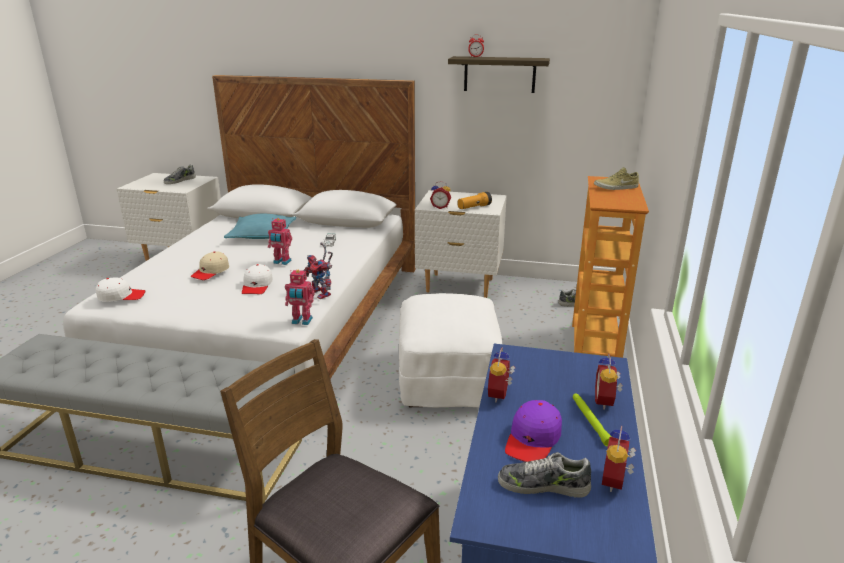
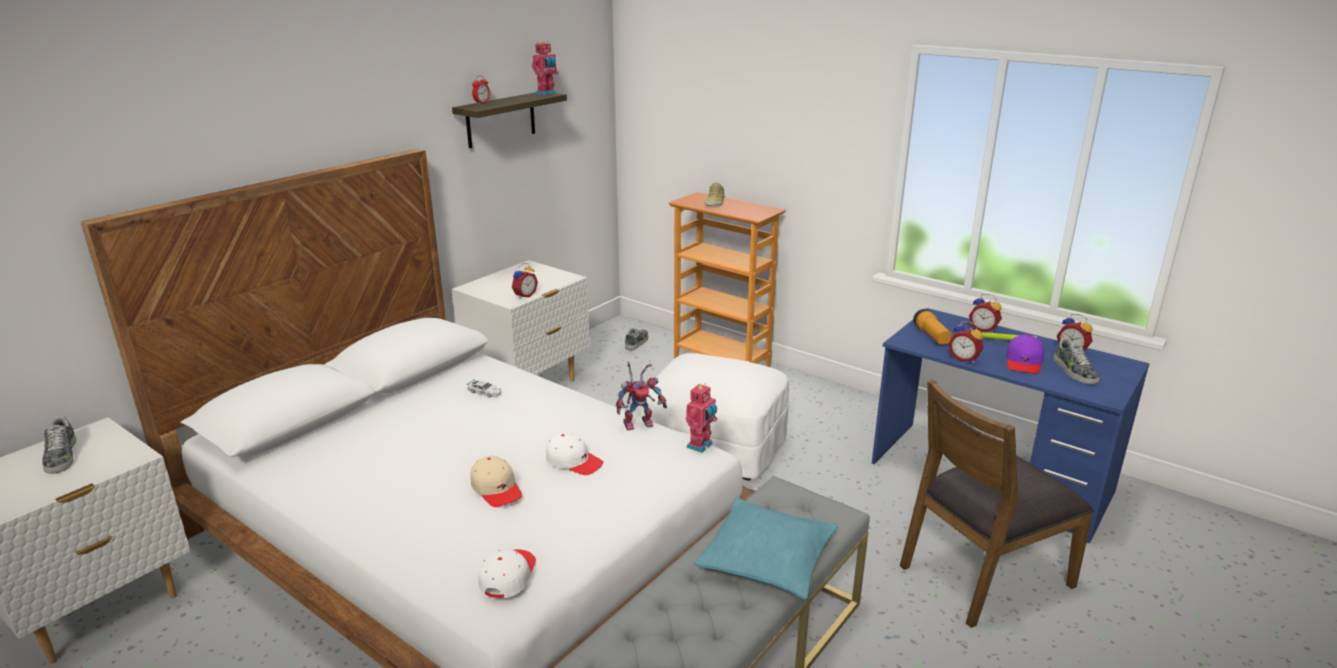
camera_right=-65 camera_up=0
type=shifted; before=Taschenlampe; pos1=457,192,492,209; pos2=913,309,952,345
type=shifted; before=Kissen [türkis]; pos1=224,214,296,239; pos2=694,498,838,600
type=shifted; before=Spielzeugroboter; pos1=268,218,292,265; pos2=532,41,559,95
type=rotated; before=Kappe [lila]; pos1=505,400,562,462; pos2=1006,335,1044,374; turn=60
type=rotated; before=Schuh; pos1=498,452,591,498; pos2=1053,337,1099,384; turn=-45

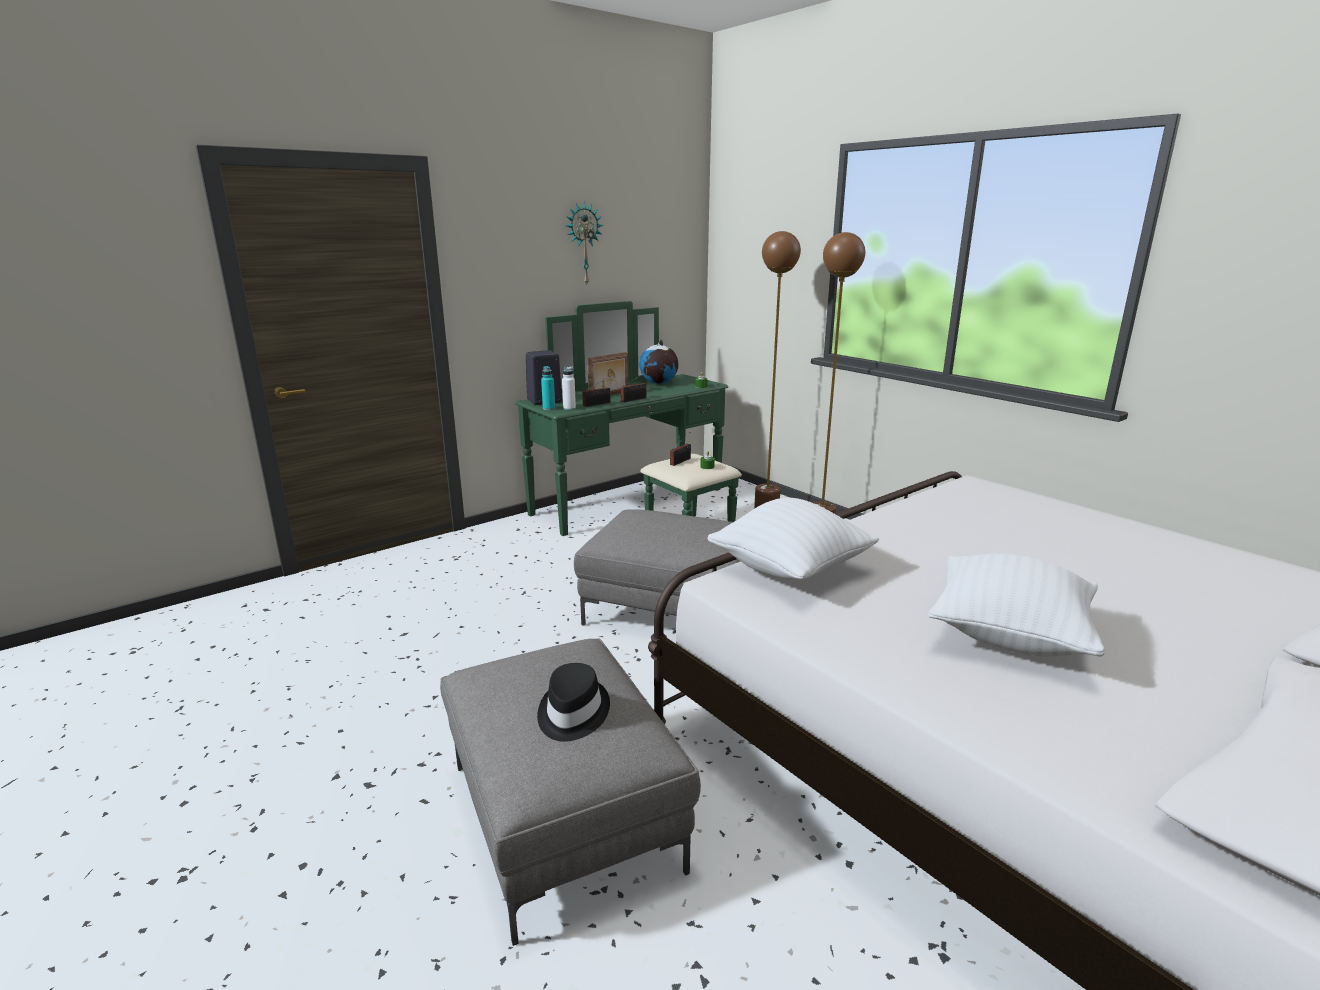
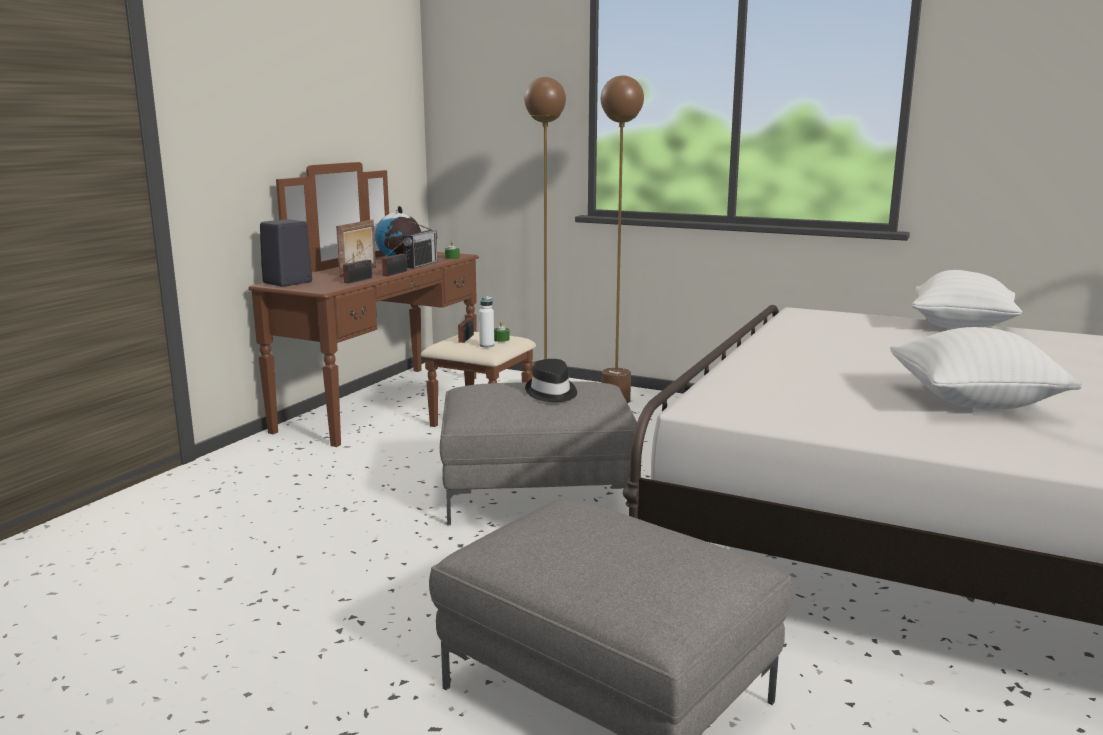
camera_right=-25 camera_up=-5
type=gone; before=Wanduhr; pos1=566,202,603,286
type=repainted; before=Kommode [grün]; after=Kommode [braun]; pos1=515,301,742,536; pos2=248,162,536,447
type=gone; before=Flasche [türkis]; pos1=541,366,555,410
type=shifted; before=Flasche [weiß]; pos1=562,367,576,410; pos2=479,296,494,347
type=shifted; before=Kissen [weiß]; pos1=707,498,879,581; pos2=912,270,1022,329
type=shifted; before=Hut [schwarz]; pos1=537,663,610,742; pos2=525,359,577,402
type=new; after=Radio; pos2=403,221,438,268

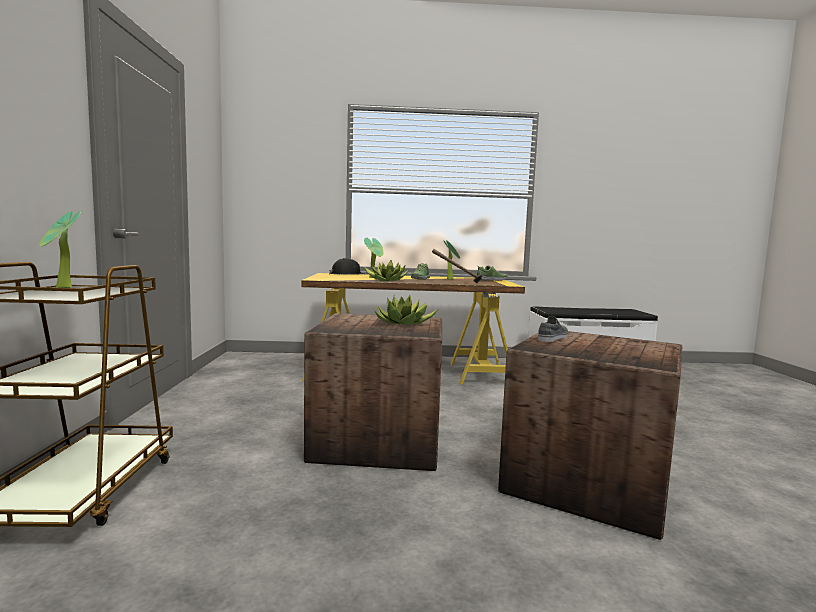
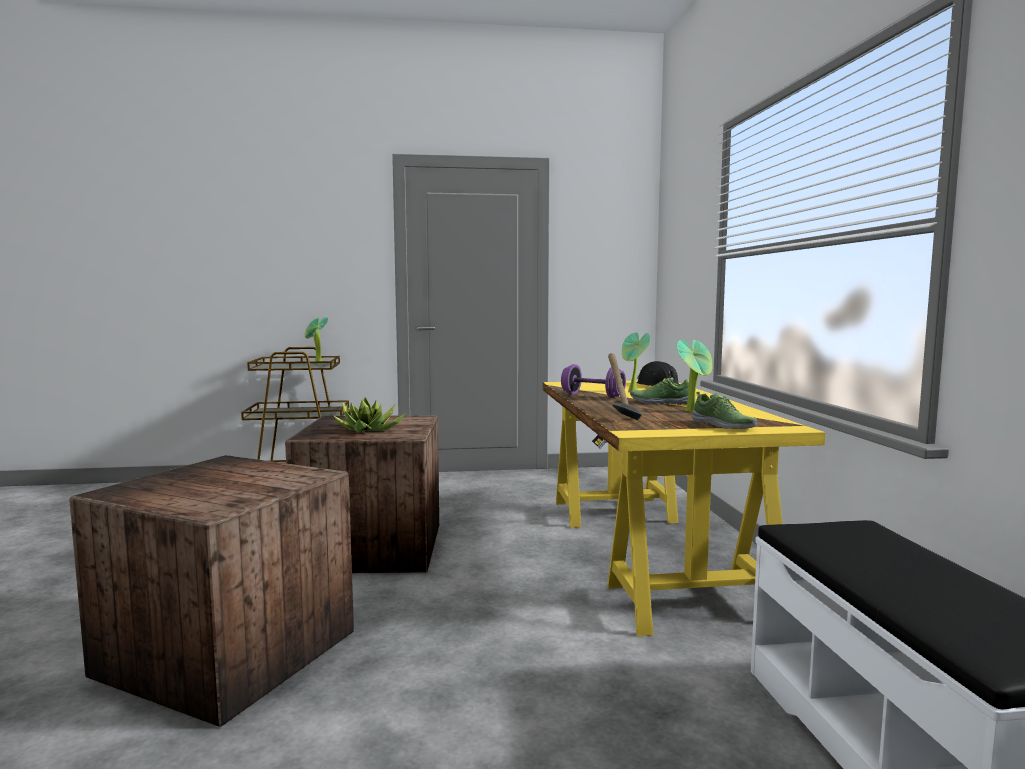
camera_right=85 camera_up=0
type=swapped; before=Topfpflanze; after=Hantel [lila]; pos1=364,260,408,281; pos2=561,364,626,398
type=gone; before=Schuh [grau]; pos1=538,316,568,342

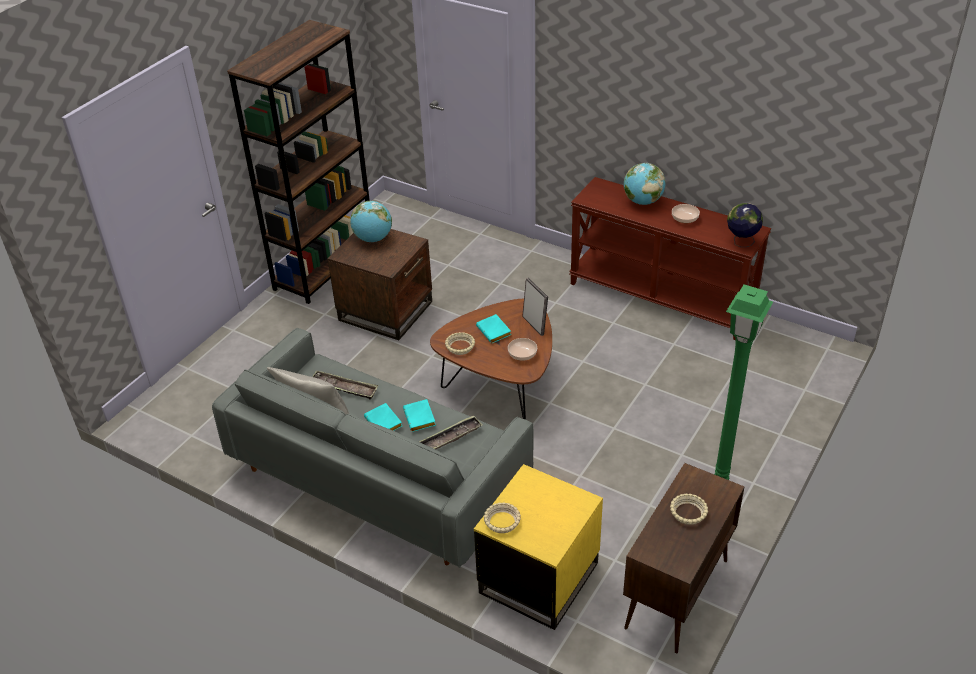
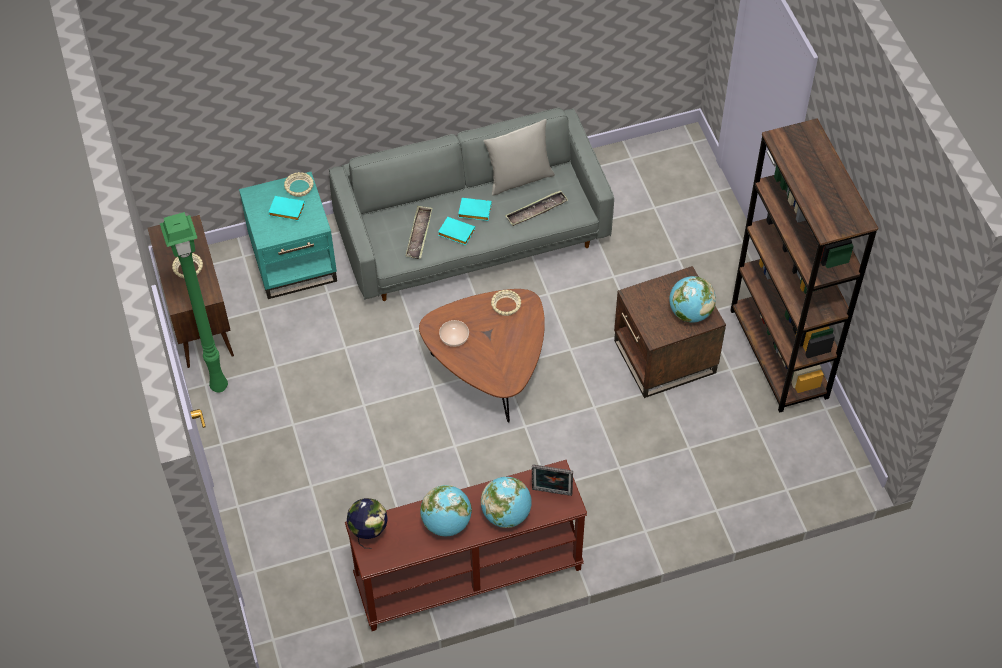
camera_right=130 camera_up=15
type=swapped; before=Schüssel; after=Globus; pos1=672,204,700,224; pos2=420,485,472,536
type=shifted; before=Bilderrahmen; pos1=522,278,548,336; pos2=532,464,573,496
type=shifted; before=Buch [türkis]; pos1=476,314,511,343; pos2=268,196,305,221
type=repainted; before=Beistelltisch [gelb]; after=Beistelltisch [türkis]; pos1=474,464,603,630; pos2=239,172,337,299

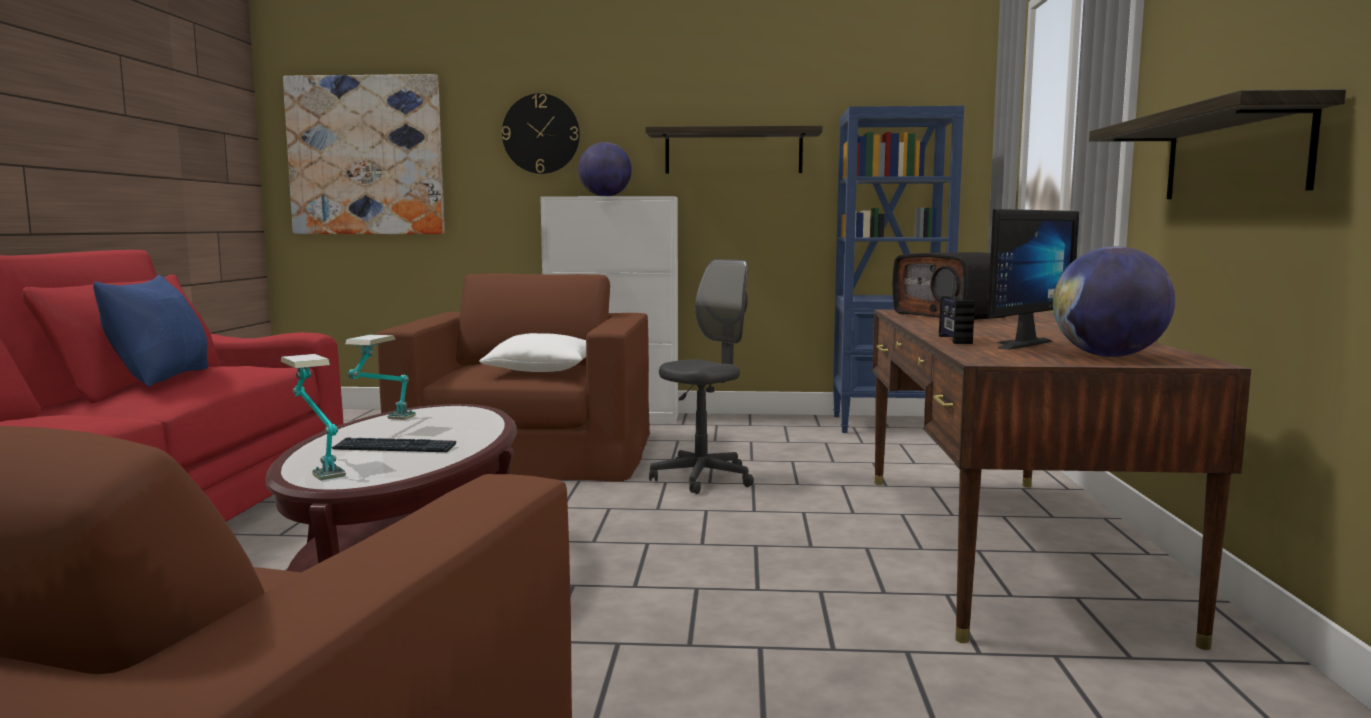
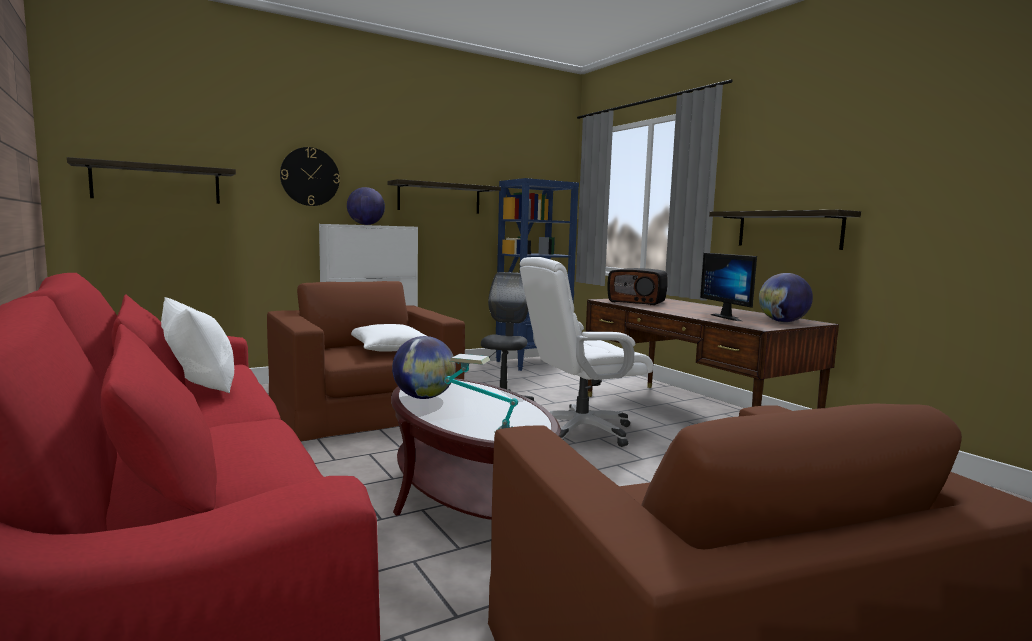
camera_right=-35 camera_up=0
type=swapped; before=Bild; after=Wandregal; pos1=283,74,444,234; pos2=67,157,236,204
type=rotated; before=Monitor; pos1=988,209,1079,350; pos2=700,252,757,321; turn=150
type=repainted; before=Kissen [blau]; after=Kissen [weiß]; pos1=93,275,208,387; pos2=161,297,234,393
type=gone; before=Radio; pos1=939,275,975,344
type=swapped; before=Tischlampe; after=Globus; pos1=345,335,416,420; pos2=392,336,456,399
type=gone; before=Tastatur; pos1=332,438,456,452
type=new; after=Bürostuhl [weiß]; pos2=520,257,653,447

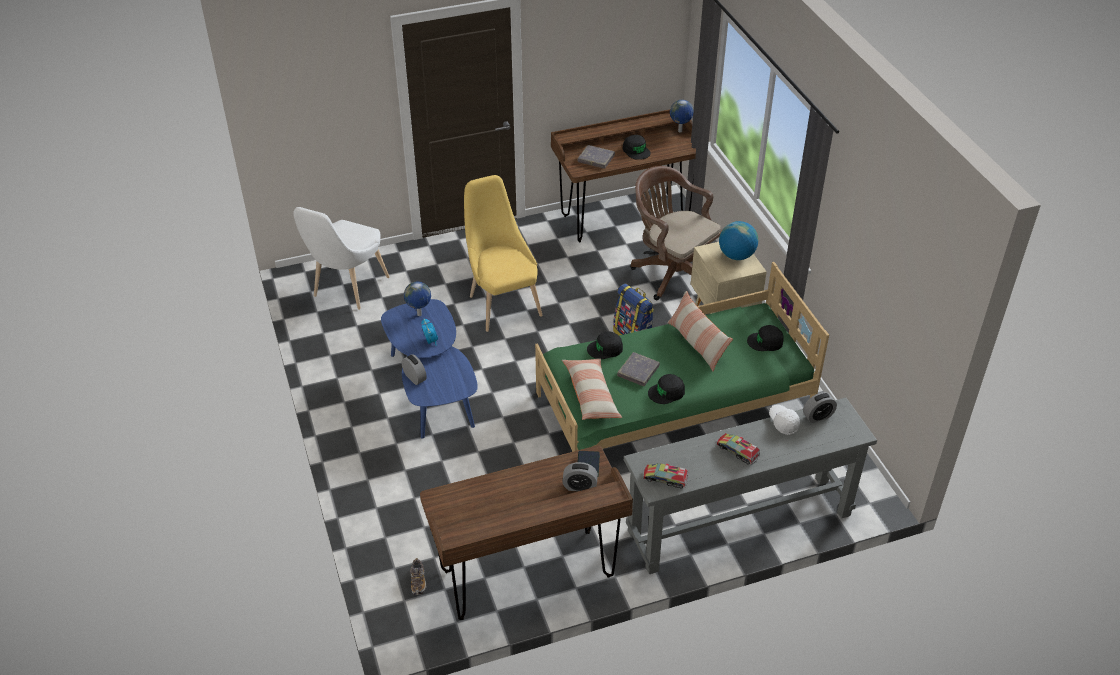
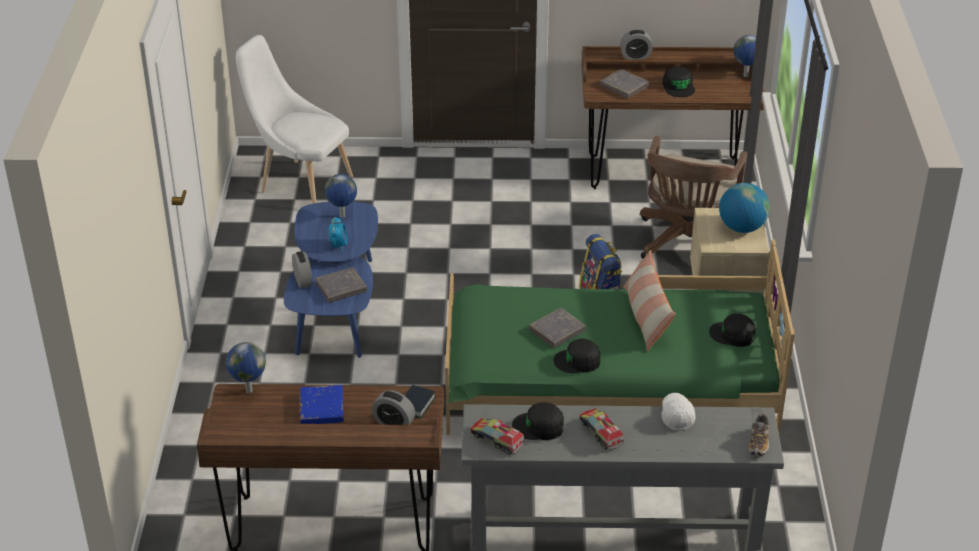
camera_right=20 camera_up=-5
type=rotated; before=Bürostuhl [braun]; pos1=631,166,722,300; pos2=640,135,747,259; turn=-135
type=gone; before=Stuhl [gelb]; pos1=464,175,543,332
type=rotated; before=Stuhl [weiß]; pos1=293,207,390,310; pos2=236,35,353,204; turn=75
type=shifted; before=Kappe [schwarz]; pos1=587,331,623,359; pos2=512,402,564,440
type=gone; before=Kissen; pos1=562,359,622,420
type=shifted; before=Wecker; pos1=803,392,837,423; pos2=620,30,653,60
type=shifted; before=Schuh; pos1=410,558,427,595; pos2=749,413,770,456
type=new; after=Buch [grau]; pos2=315,267,367,303
type=new; after=Globus; pos2=226,342,266,393
type=new; after=Buch [blau]; pos2=300,385,344,424

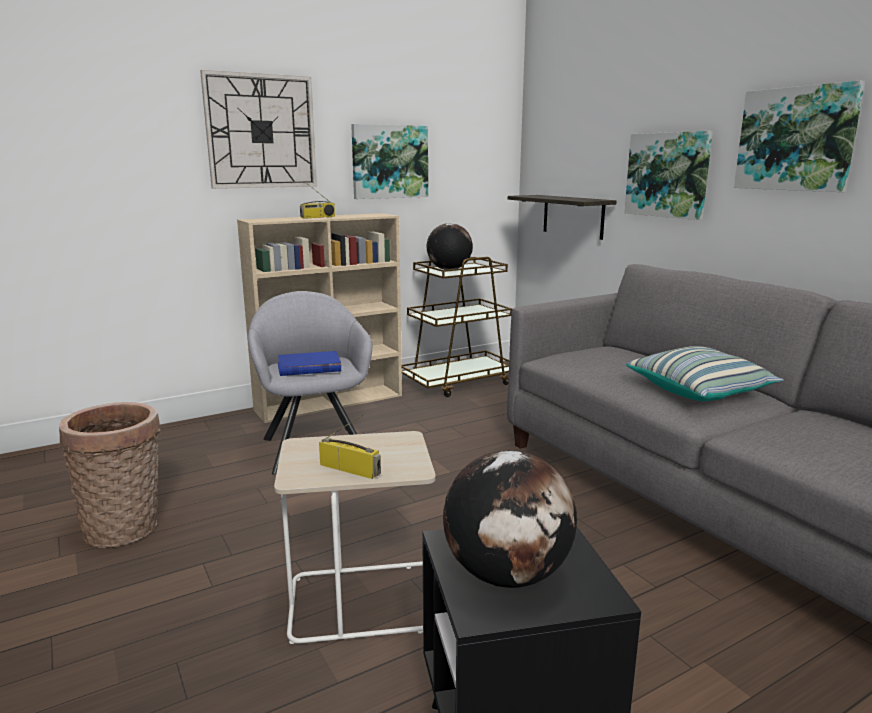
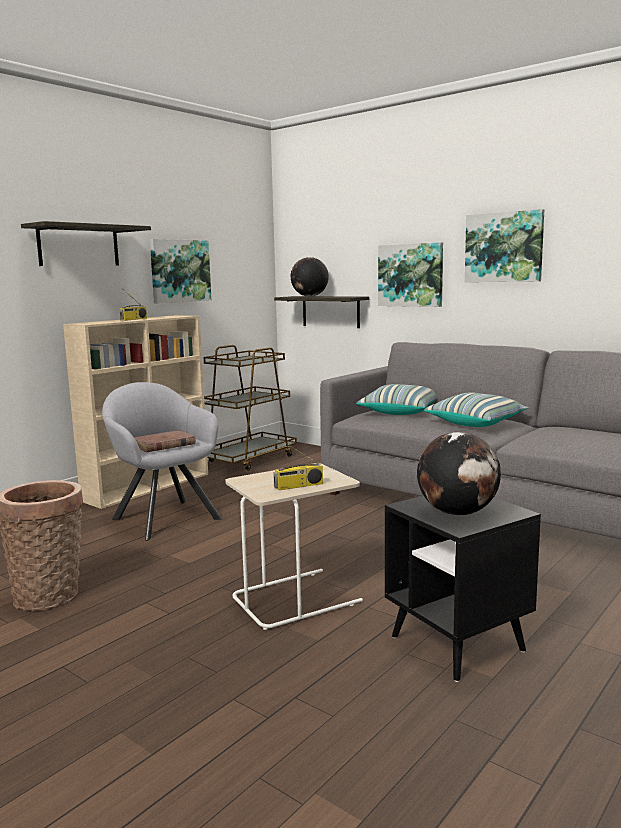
camera_right=-20 camera_up=-5
type=swapped; before=Wanduhr; after=Wandregal; pos1=200,70,317,189; pos2=21,221,151,266
type=shifted; before=Globus; pos1=426,223,473,270; pos2=291,257,329,297
type=repainted; before=Buch [blau]; after=Buch [braun]; pos1=278,351,341,376; pos2=134,430,196,452
type=rotated; before=Radio; pos1=319,414,381,479; pos2=273,441,323,490; turn=150
type=new; after=Kissen; pos2=356,384,436,415

